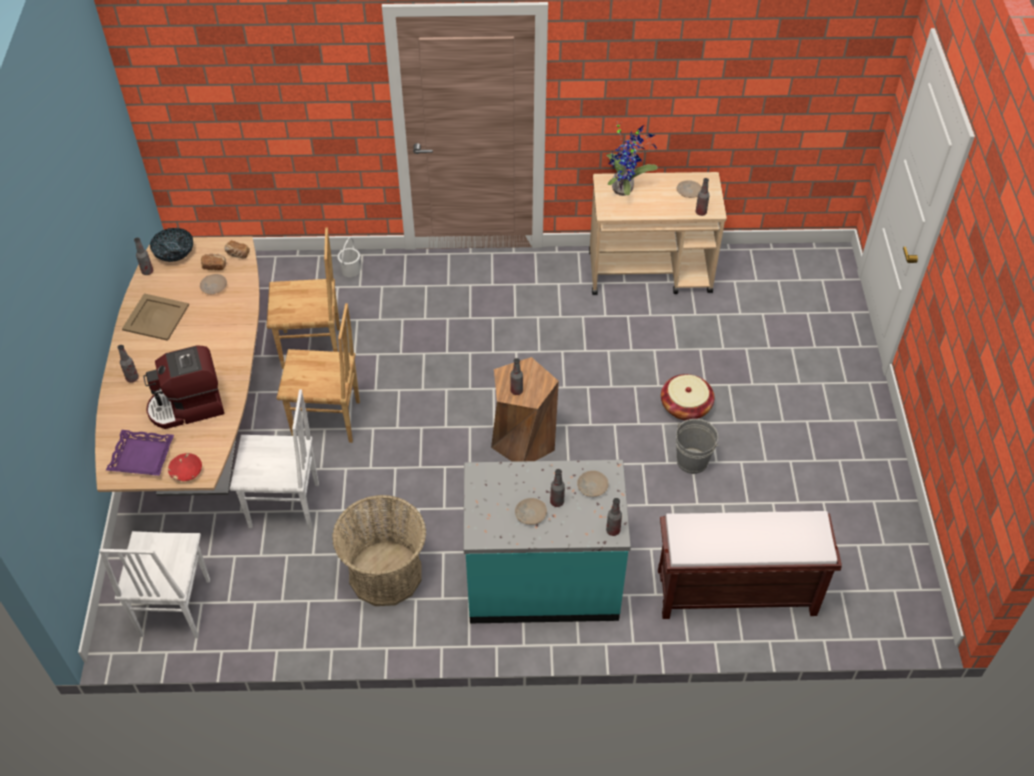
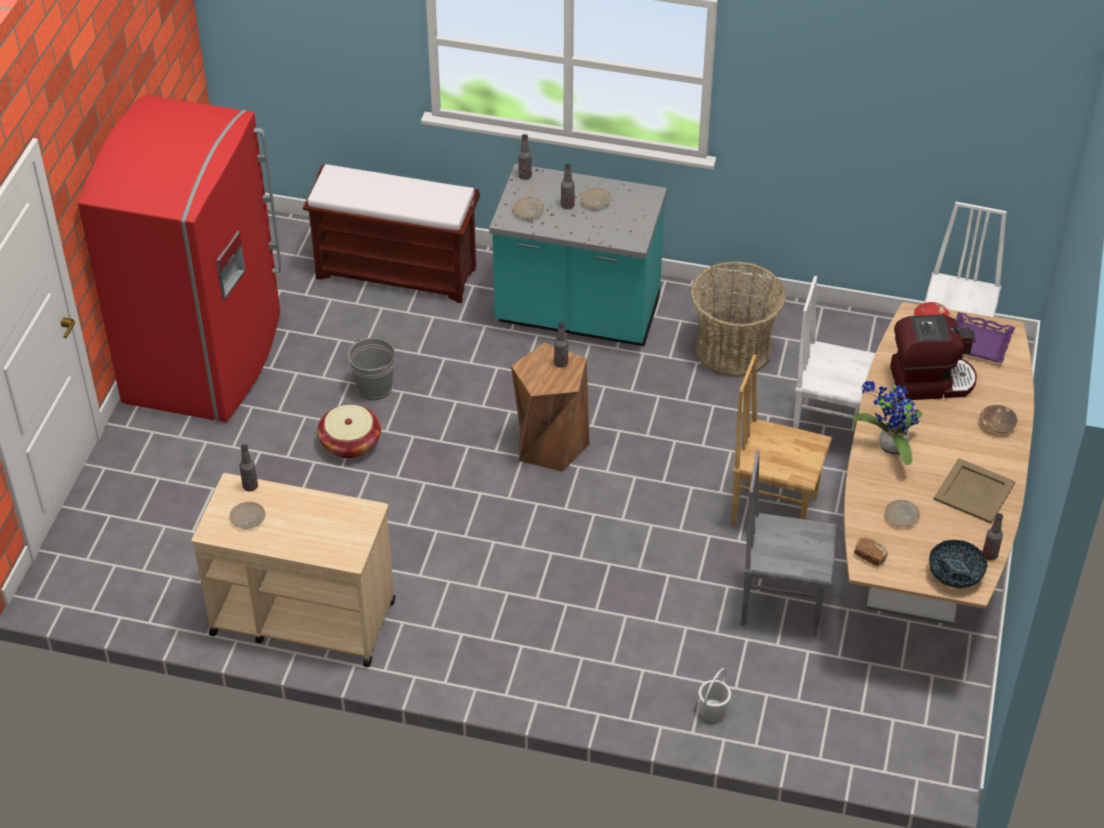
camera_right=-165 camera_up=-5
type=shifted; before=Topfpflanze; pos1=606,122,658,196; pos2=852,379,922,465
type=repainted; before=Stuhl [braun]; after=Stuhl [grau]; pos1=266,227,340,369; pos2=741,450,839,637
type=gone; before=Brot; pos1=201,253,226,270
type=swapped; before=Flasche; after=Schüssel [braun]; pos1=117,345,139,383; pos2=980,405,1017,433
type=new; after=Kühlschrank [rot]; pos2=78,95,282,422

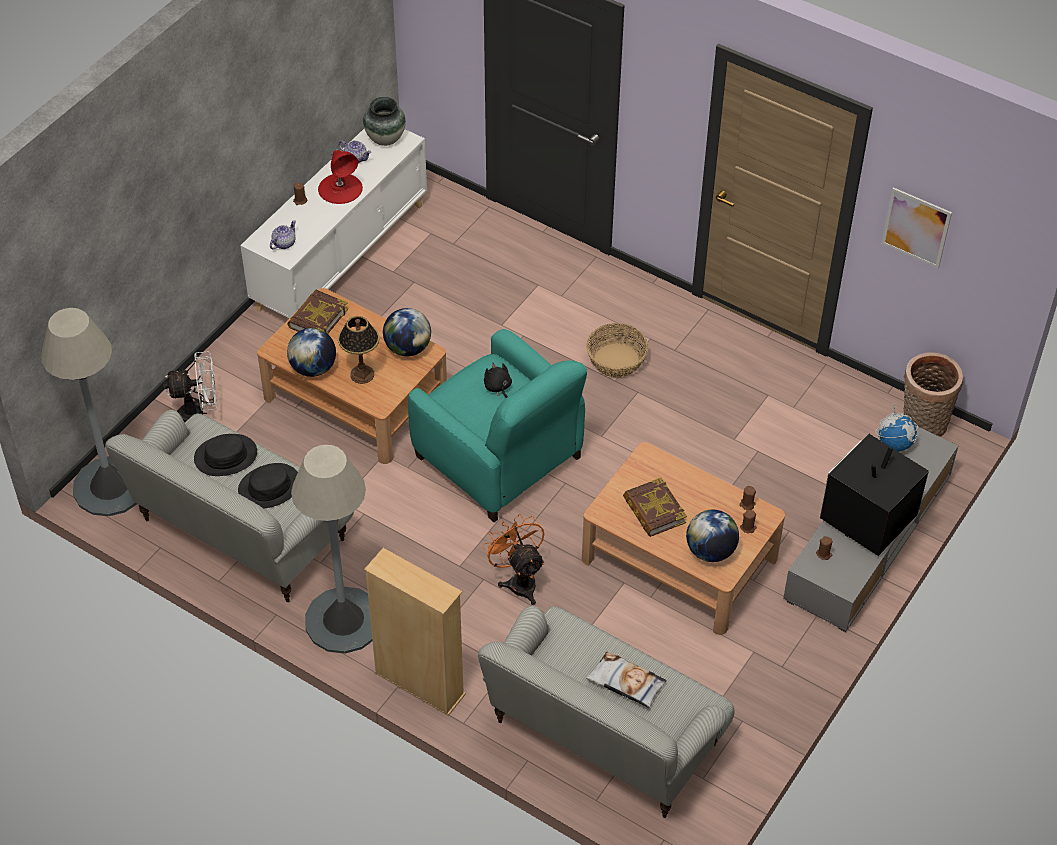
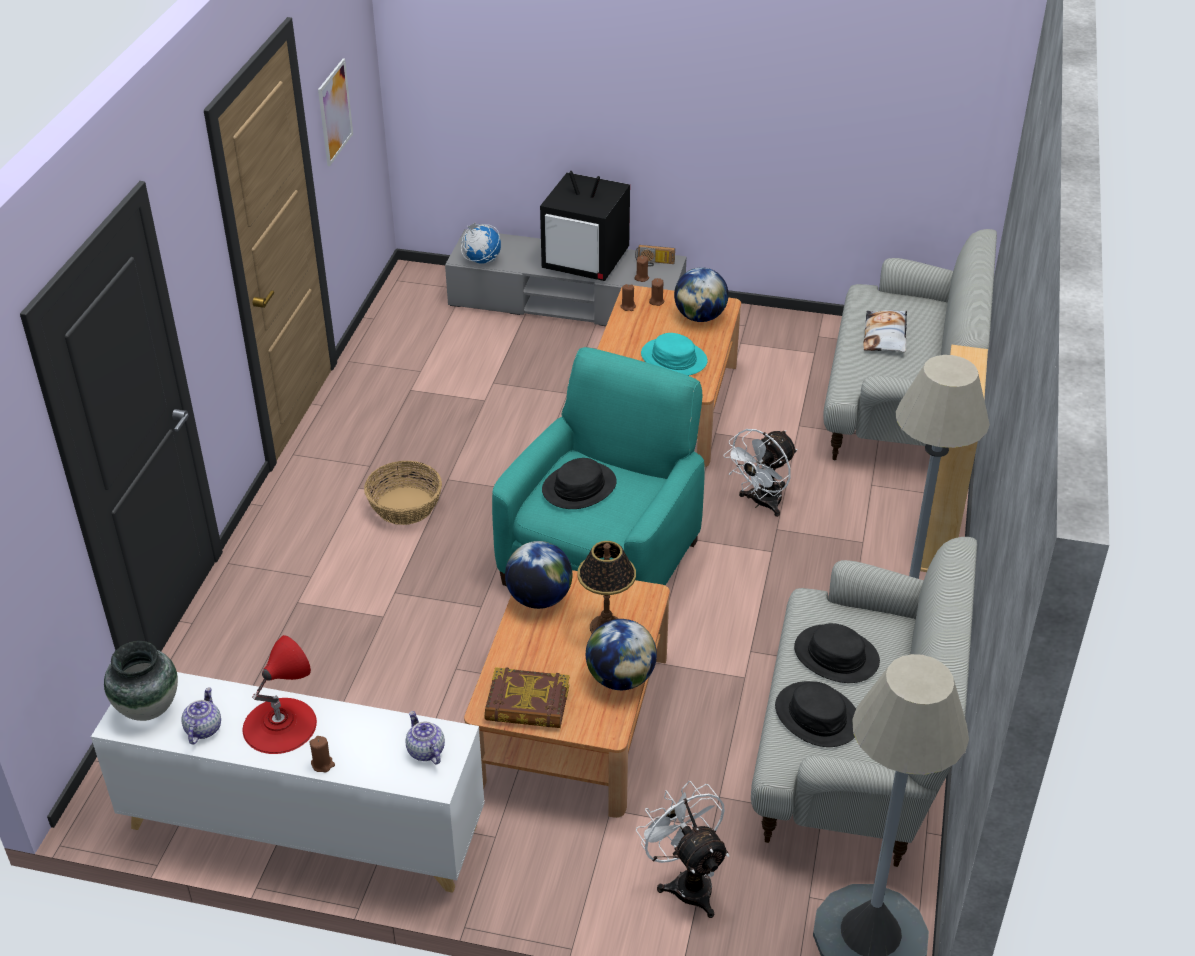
camera_right=-110 camera_up=-10
type=rotated; before=Teekanne; pos1=270,220,296,250; pos2=406,711,445,765; turn=45
type=gone; before=Korb; pos1=904,352,963,437
type=swapped; before=Plüschtier [schwarz]; after=Hut [schwarz]; pos1=484,363,512,398; pos2=542,458,617,509
type=swapped; before=Buch; after=Hut [türkis]; pos1=623,477,687,537; pos2=641,333,708,376
type=repainted; before=Ventilator [orange]; after=Ventilator [weiß]; pos1=483,514,545,605; pos2=723,429,797,517
type=new; after=Radio; pos2=635,245,675,266

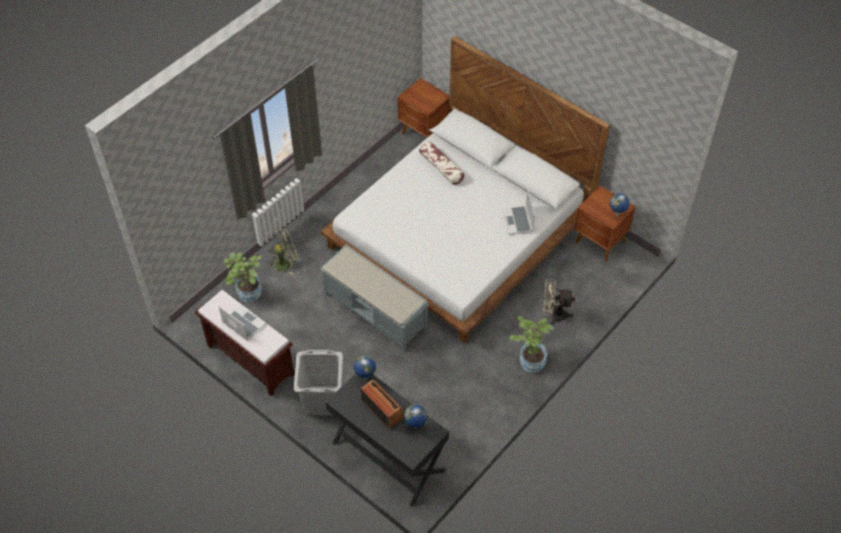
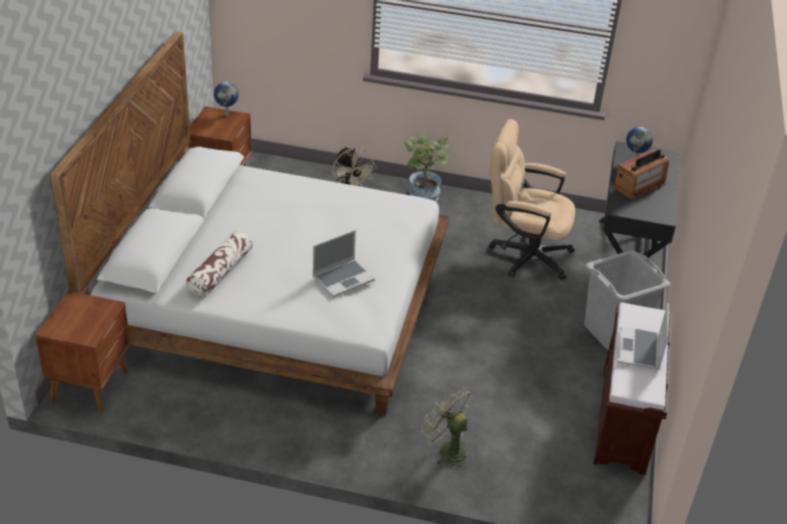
camera_right=-120 camera_up=-15
type=shifted; before=Laptop; pos1=502,190,535,235; pos2=313,230,375,297
type=gone; before=Bank [grau]; pos1=320,244,429,352
type=gone; before=Topfpflanze; pos1=224,252,262,302
type=gone; before=Globus; pos1=354,356,376,380
type=rotated; before=Radio; pos1=361,380,404,429; pos2=614,149,669,200; turn=-150
type=new; after=Bürostuhl [beige]; pos2=489,119,575,280

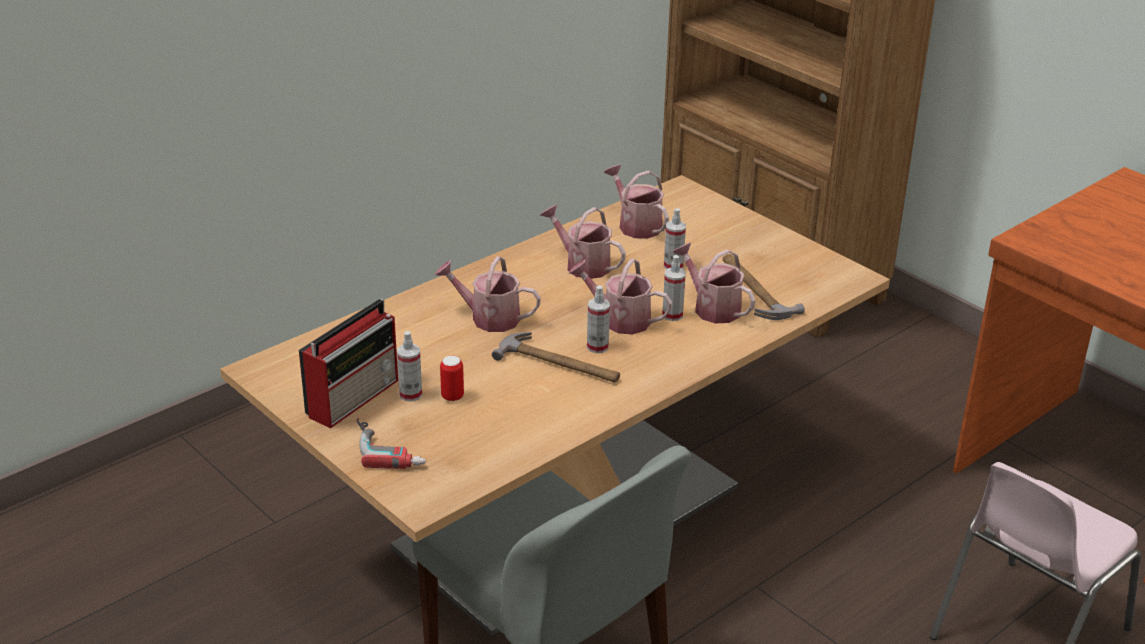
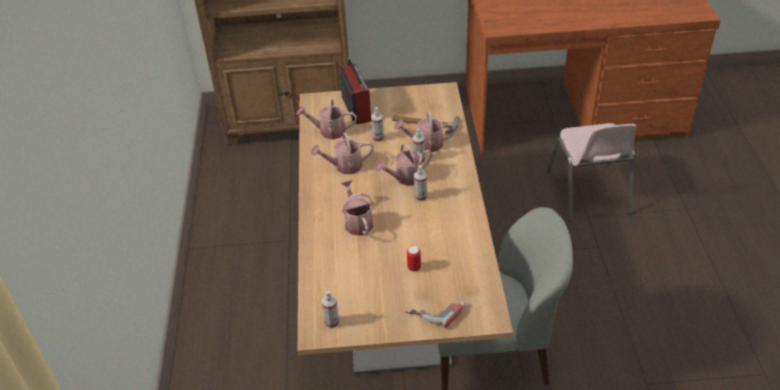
camera_right=-50 camera_up=10
type=rotated; before=Gießkanne; pos1=435,256,541,332; pos2=340,180,373,236; turn=105
type=shifted; before=Radio; pos1=299,299,398,429; pos2=339,58,371,124
type=shifted; before=Sprühflasche; pos1=397,331,422,402; pos2=322,290,339,328
type=gone; before=Hammer; pos1=492,332,620,382

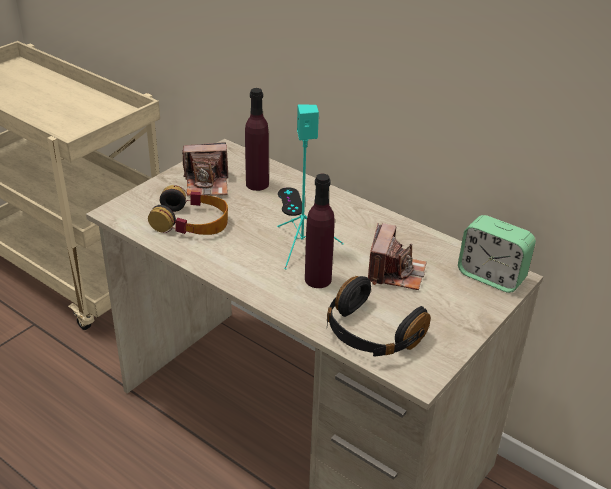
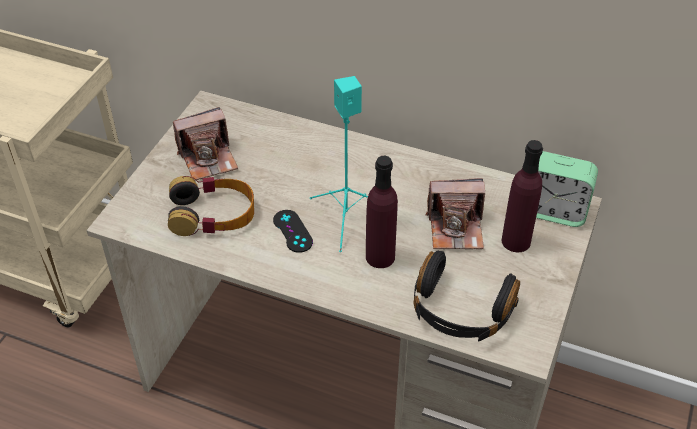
camera_right=-15 camera_up=10
type=shifted; before=Flasche [lila]; pos1=245,88,269,191; pos2=502,140,543,252
type=shifted; before=Gamepad [schwarz]; pos1=278,187,302,216; pos2=273,210,313,253
type=rotated; before=Kamera; pos1=368,223,427,290; pos2=426,178,485,249; turn=90

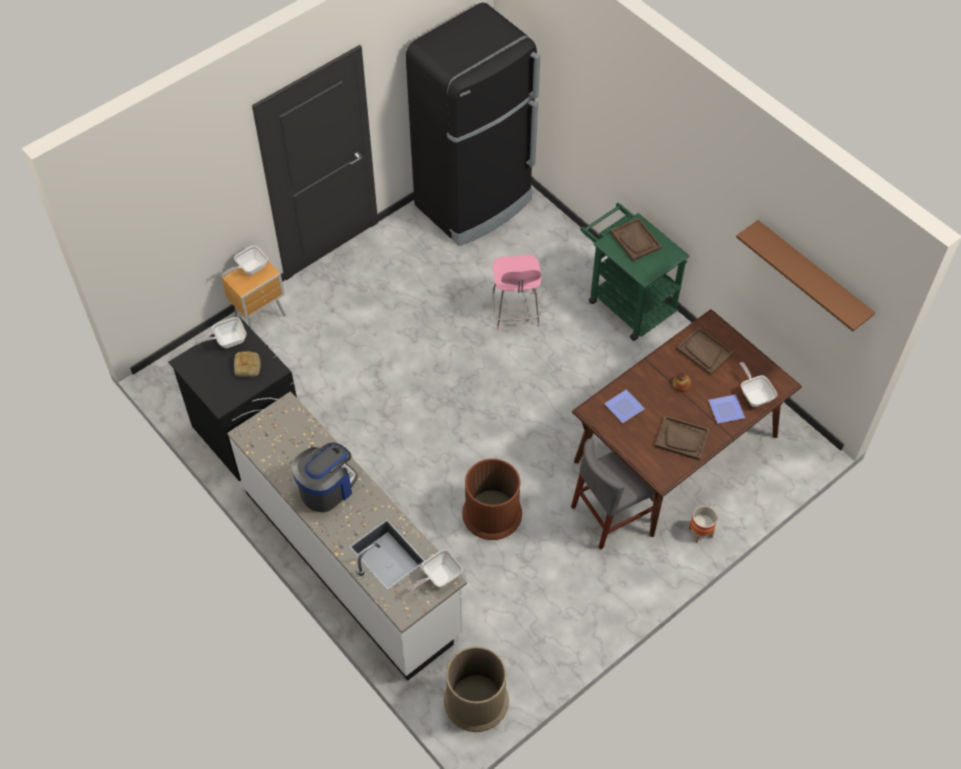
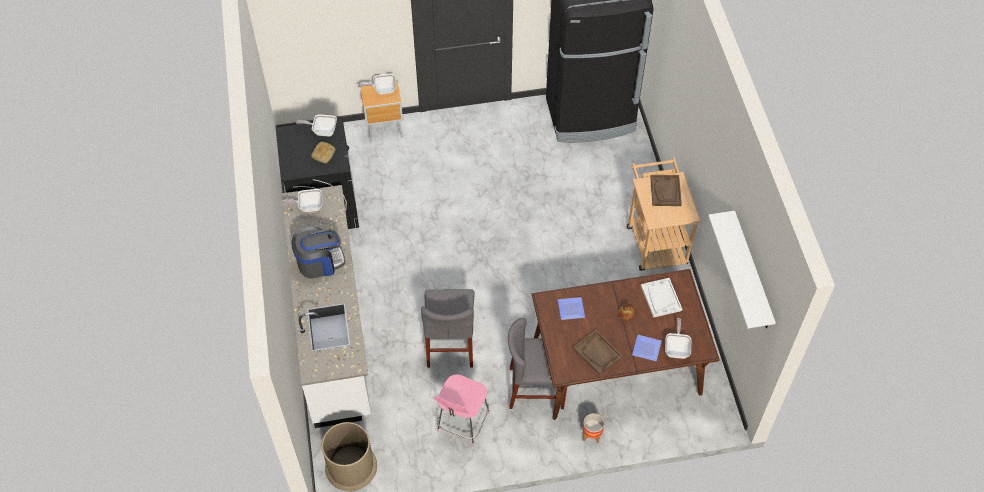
camera_right=30 camera_up=0
type=repainted; before=Rollwagen [grün]; after=Rollwagen [beige]; pos1=580,203,690,341; pos2=627,158,700,271
type=repainted; before=Wandregal [braun]; after=Wandregal [weiß]; pos1=736,220,875,331; pos2=708,211,776,329
type=shifted; before=Stuhl [rosa]; pos1=492,255,542,330; pos2=434,374,490,446
type=repainted; before=Tablett [braun]; after=Tablett [weiß]; pos1=676,327,734,376; pos2=641,278,682,318
type=swapped; before=Mülleimer [braun]; after=Stuhl [grau]; pos1=462,459,522,540; pos2=421,289,475,368
type=shifted; before=Pfanne; pos1=408,550,462,592; pos2=280,189,323,212

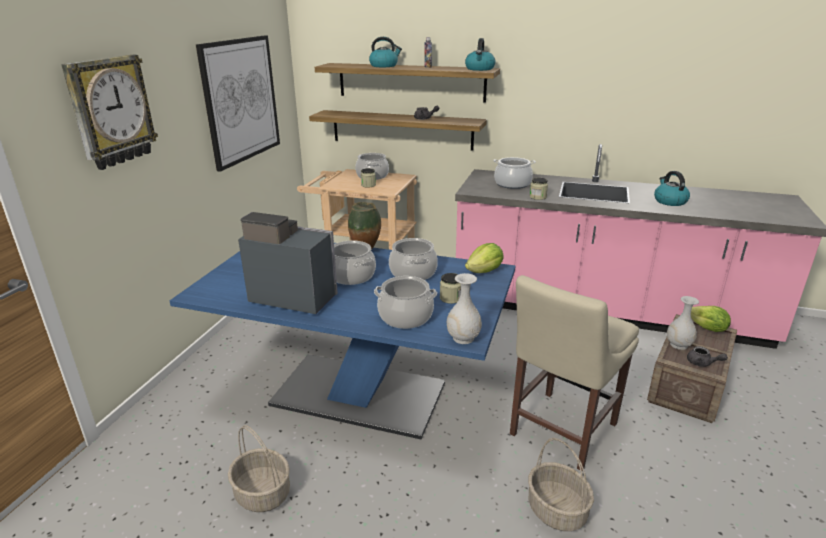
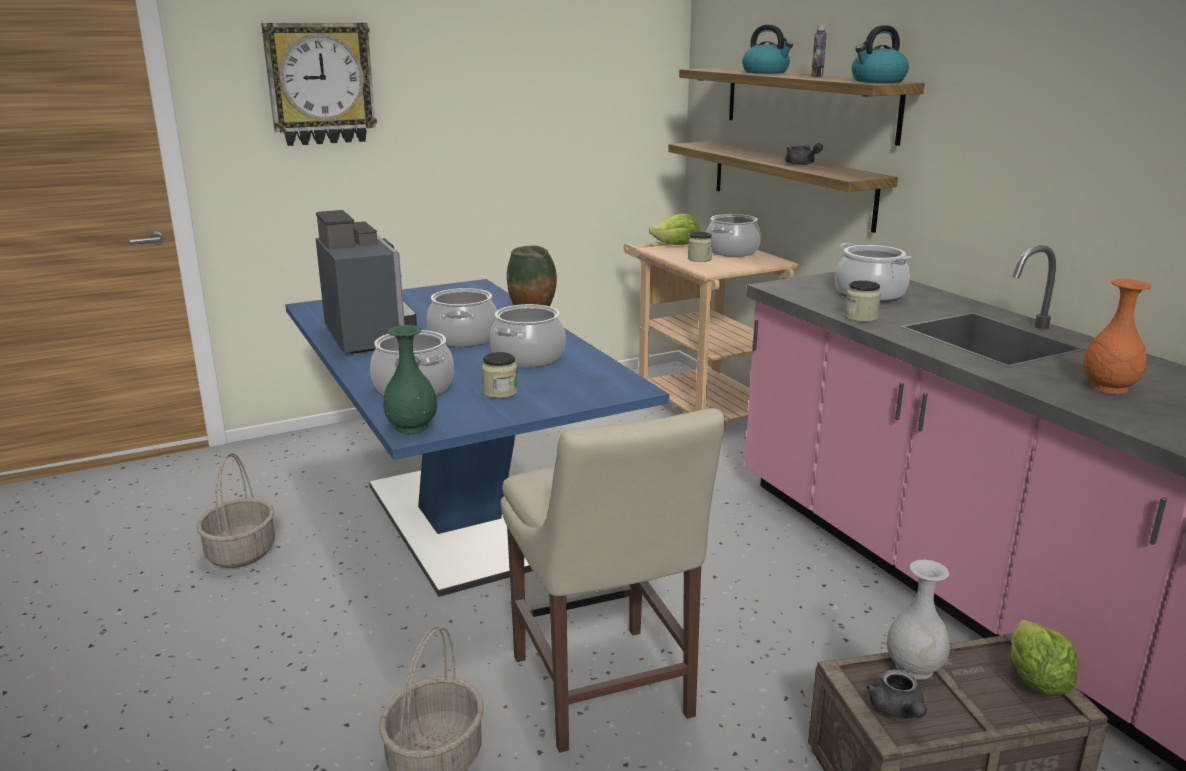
camera_right=45 camera_up=-5
type=gone; before=Bild; pos1=196,36,280,172
type=swapped; before=Wasserkessel; after=Vase [orange]; pos1=654,171,690,206; pos2=1083,279,1151,394
type=shifted; before=Salatkopf; pos1=465,243,504,273; pos2=649,214,700,245
type=repainted; before=Vase [weiß]; after=Vase [grün]; pos1=447,273,482,344; pos2=383,325,437,434
type=rotated; before=Stuhl [beige]; pos1=510,275,639,471; pos2=501,408,725,753; turn=-105

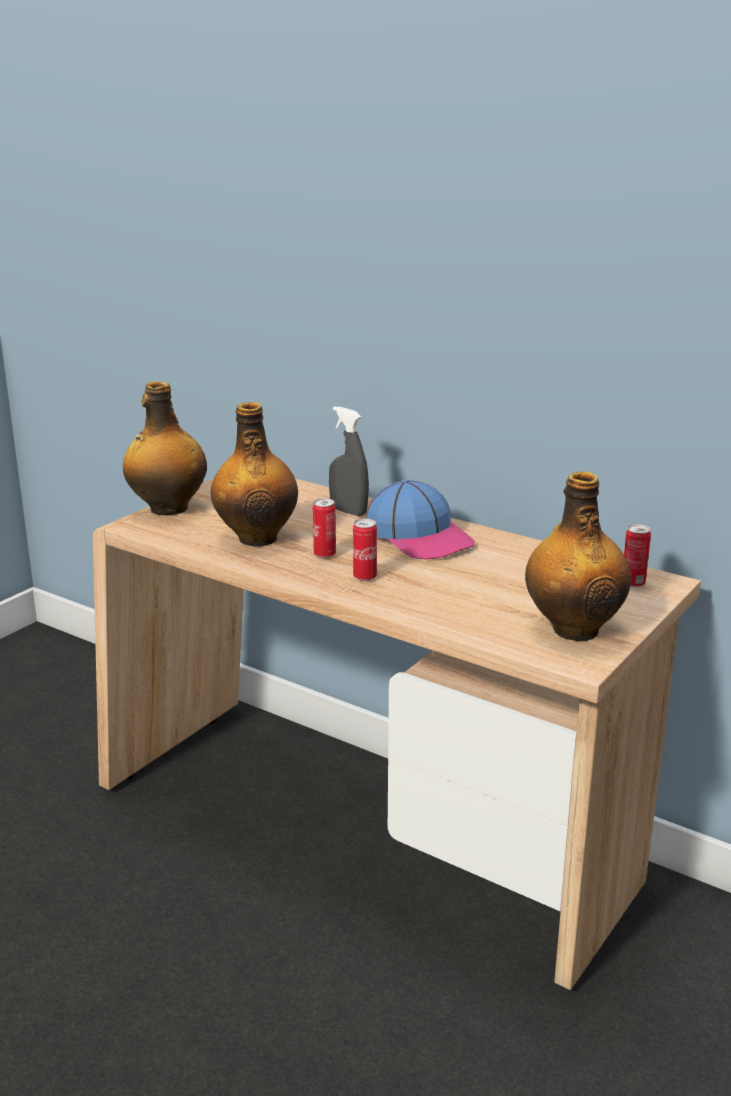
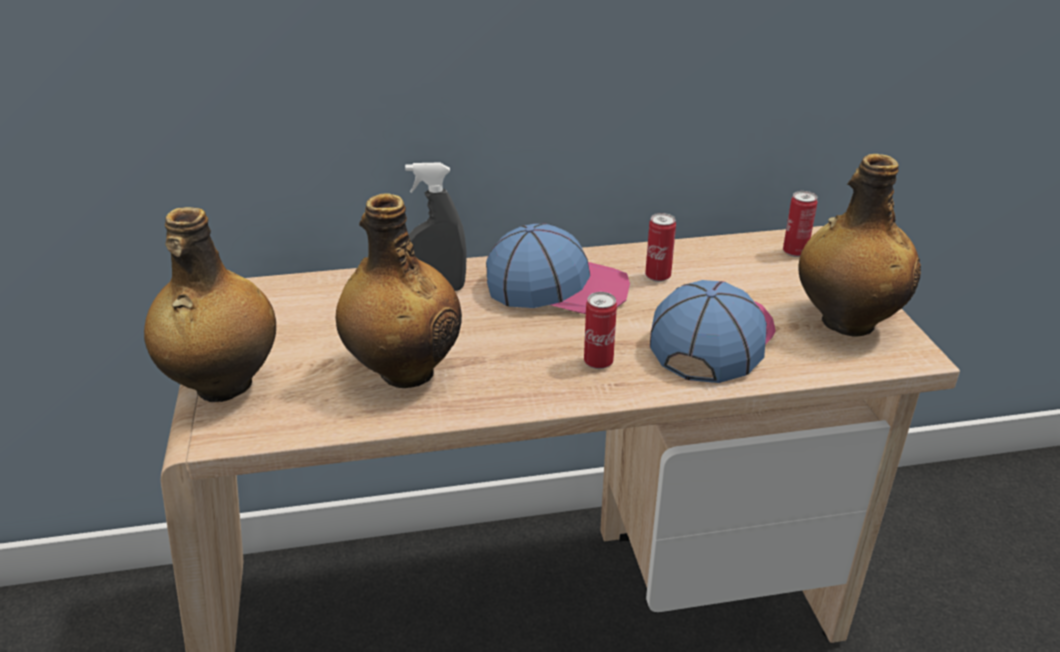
camera_right=-45 camera_up=10
type=shifted; before=Dose; pos1=313,498,336,558; pos2=645,213,676,282
type=new; after=Kappe; pos2=650,280,776,383

